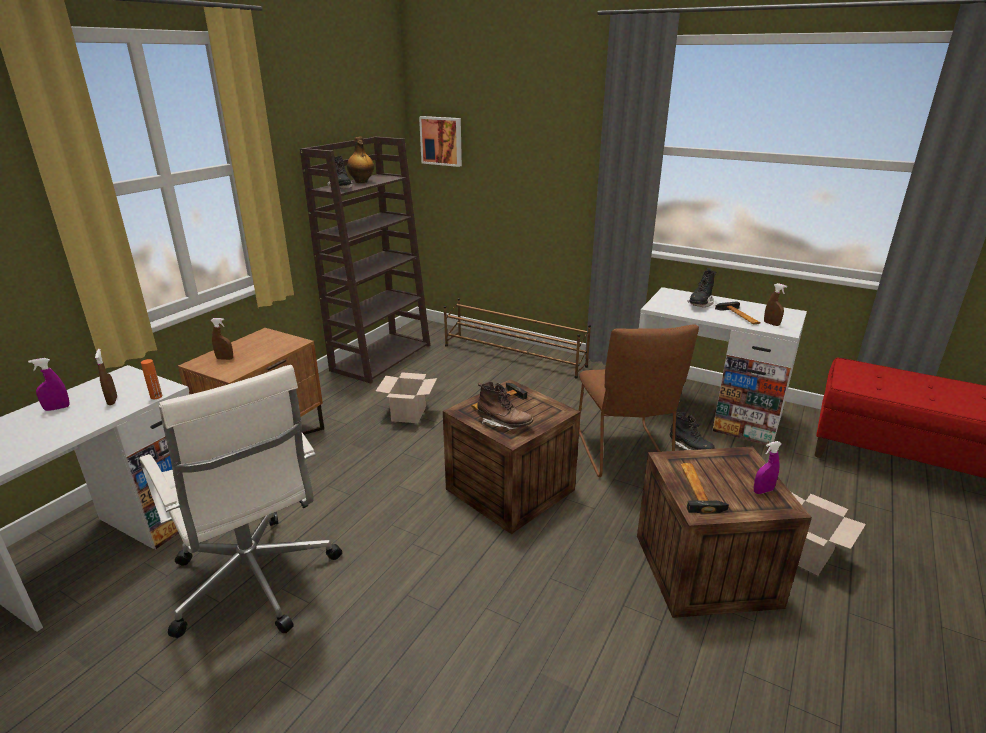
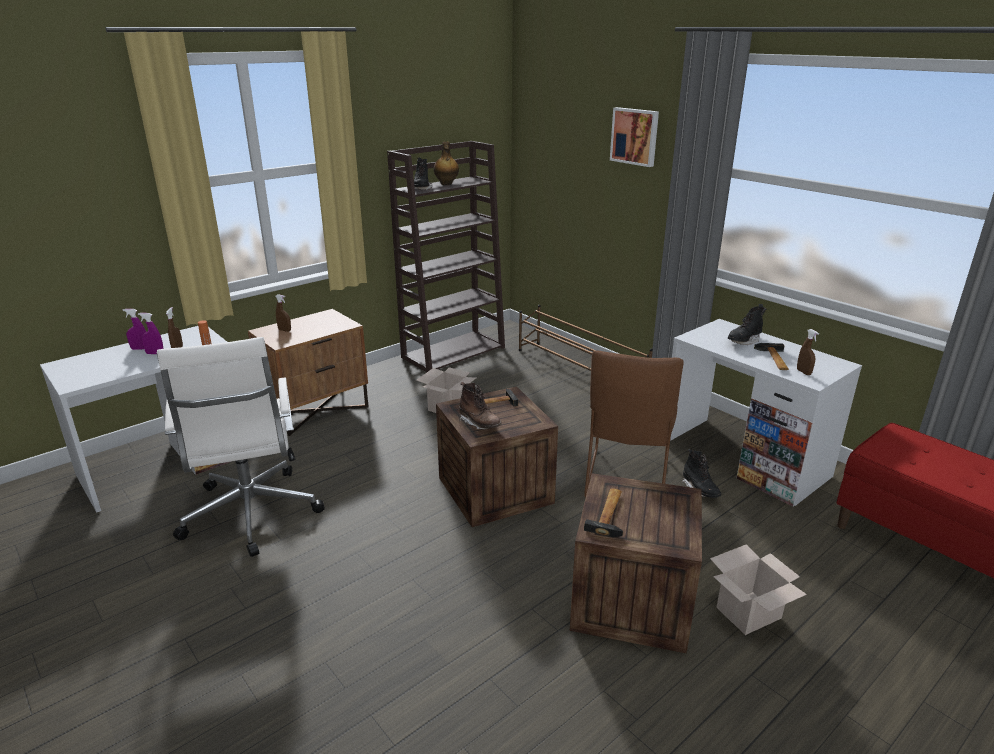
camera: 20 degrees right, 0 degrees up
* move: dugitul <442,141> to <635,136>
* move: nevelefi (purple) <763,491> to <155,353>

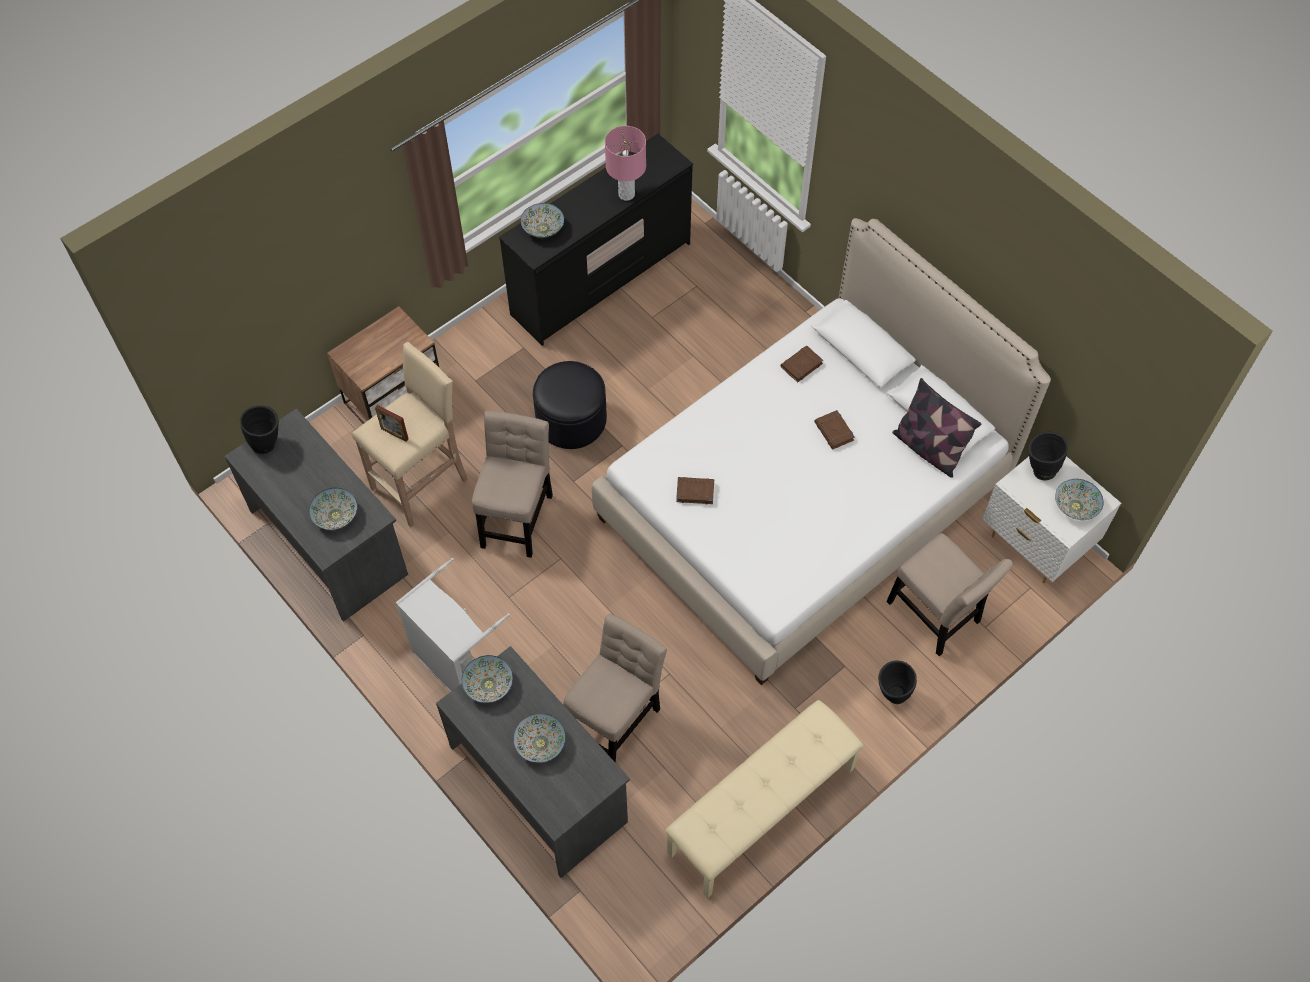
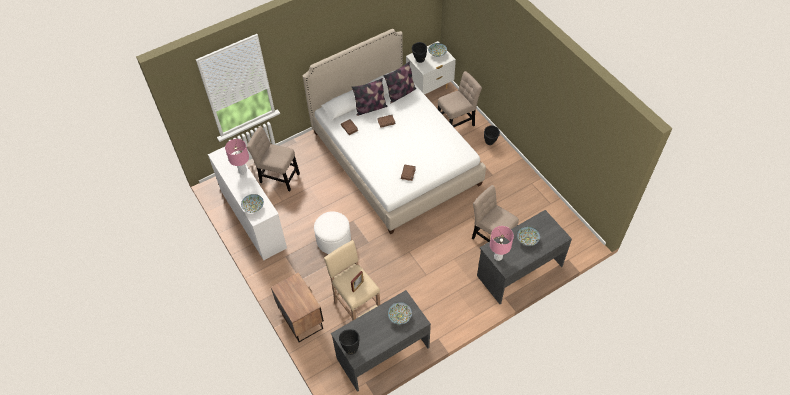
camera: 80 degrees left, 5 degrees down
* recolor: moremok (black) <602,279> to moremok (white) <253,218>
* recolor: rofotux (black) <571,420> to rofotux (white) <333,240>
* move: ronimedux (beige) <517,516> to <277,177>
* delete: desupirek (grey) <457,665>
* replace: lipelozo <488,685> to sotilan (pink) <498,257>
* delete: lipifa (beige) <762,811>
* insert: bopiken <370,108>

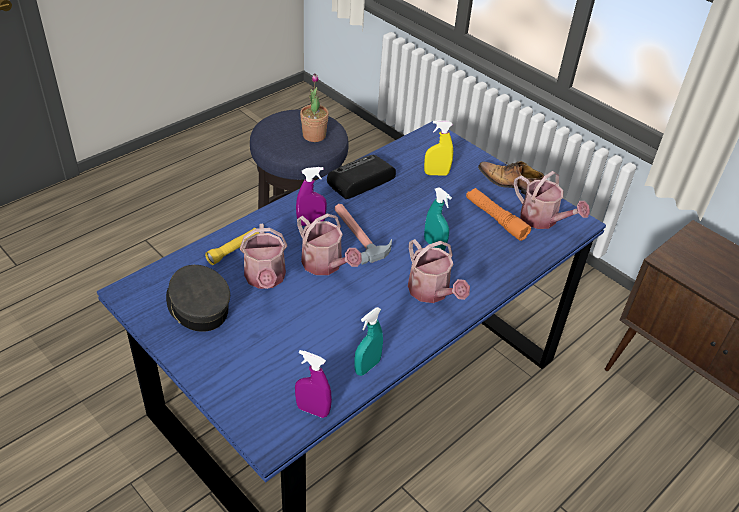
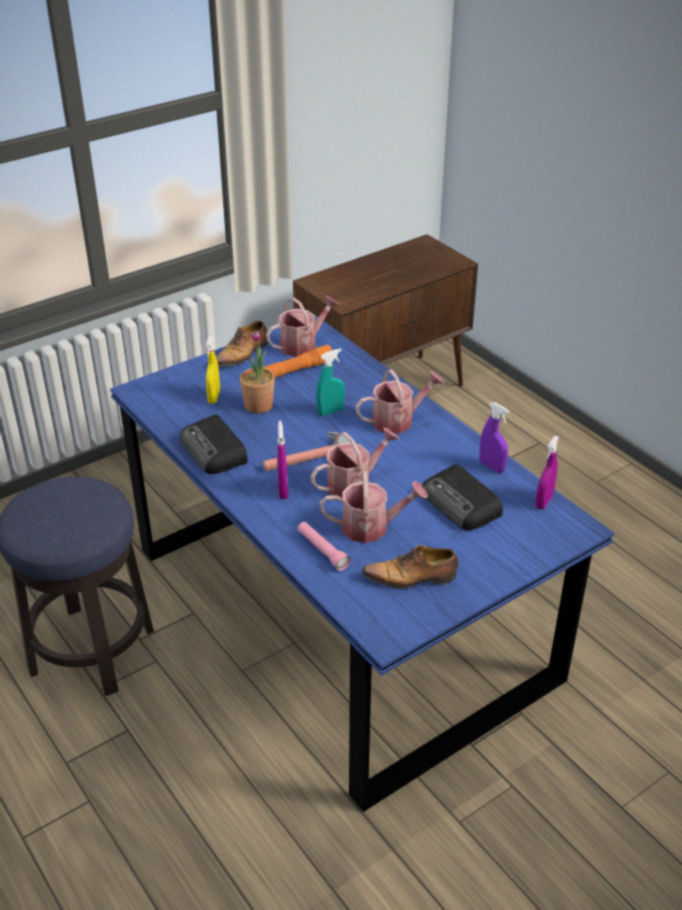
camera: 80 degrees left, 5 degrees down
* move: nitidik <314,135> to <258,405>
* recolor: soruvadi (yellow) <234,250> to soruvadi (pink) <322,550>
* replace: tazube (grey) <197,307> to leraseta <412,578>
* recolor: nevelefi (turquoise) <367,367> to nevelefi (purple) <492,466>
* insert: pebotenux <461,504>

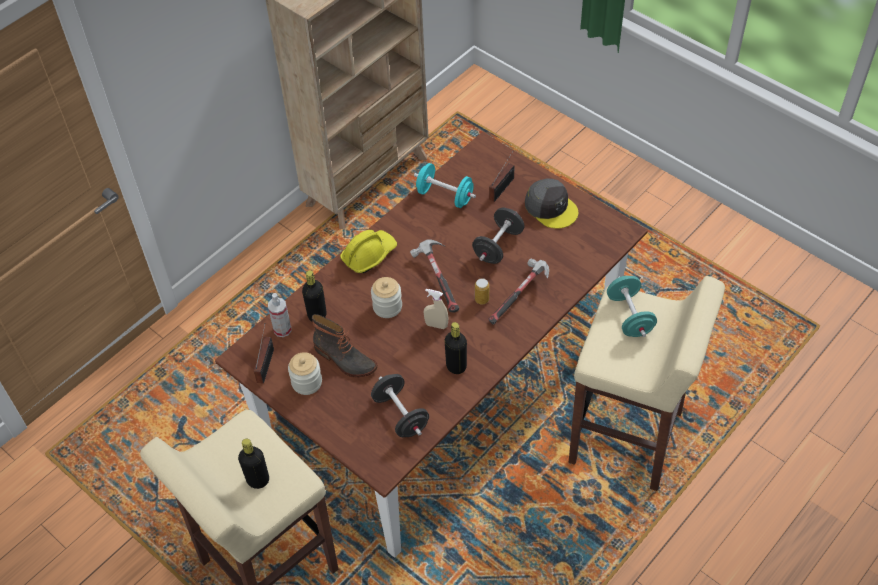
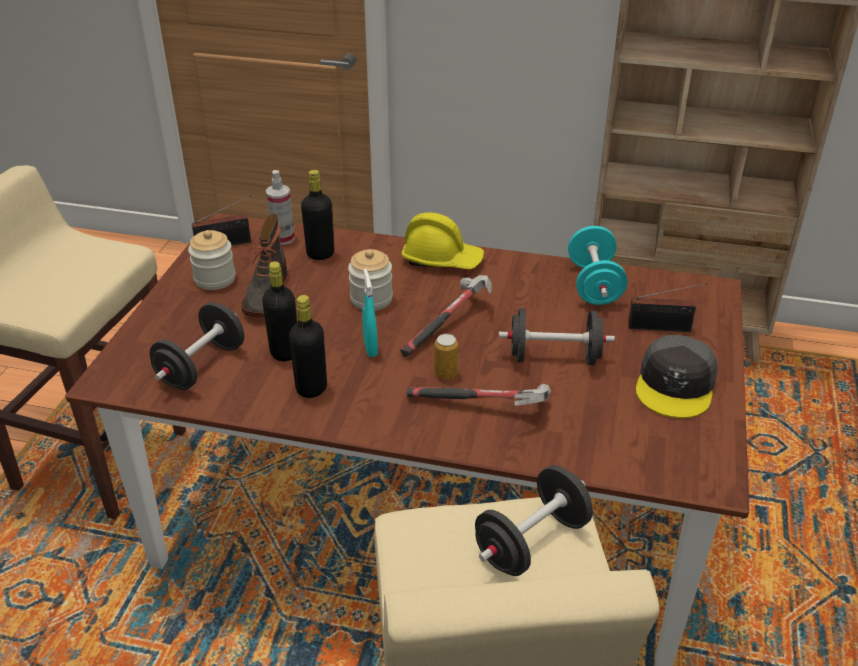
camera: 60 degrees right, 15 degrees down
* recolor: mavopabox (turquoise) <629,316> to mavopabox (black) <531,542>
* recolor: nevelefi (beige) <436,325> to nevelefi (turquoise) <370,348>
* move: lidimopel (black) <258,480> to <284,352>

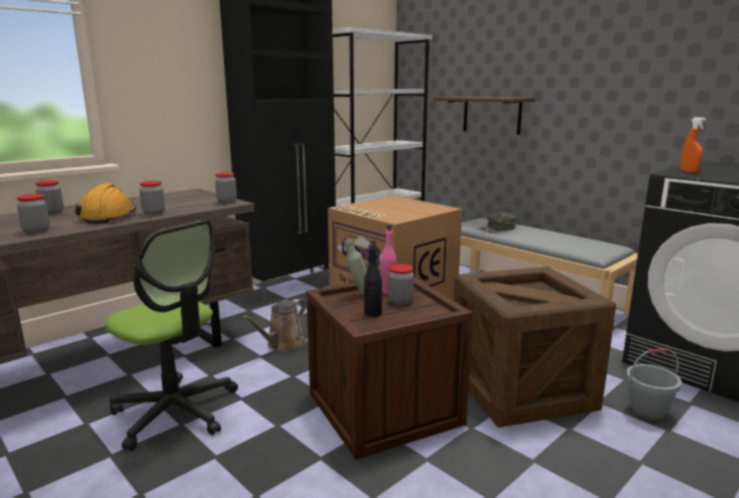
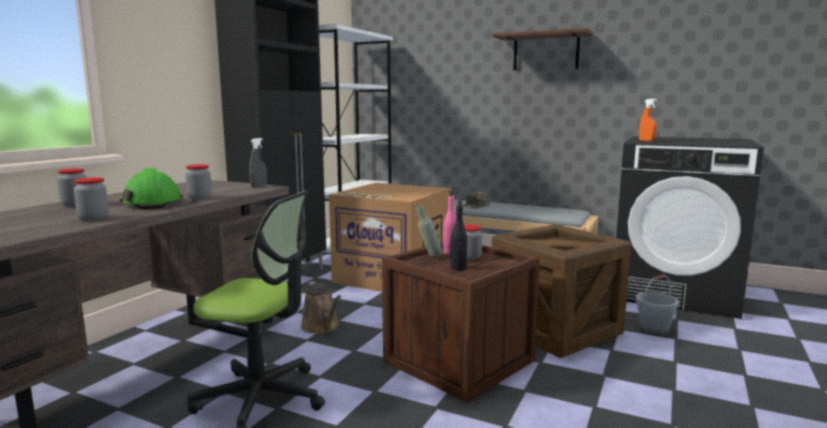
camera: 20 degrees left, 5 degrees down
* move: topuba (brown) <491,115> to <546,52>
* replace: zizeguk <227,202> to nevelefi (grey) <259,186>
* recolor: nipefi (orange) <108,216> to nipefi (green) <152,203>
* rotate: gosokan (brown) <283,344> = <321,327> 45 degrees counterclockwise

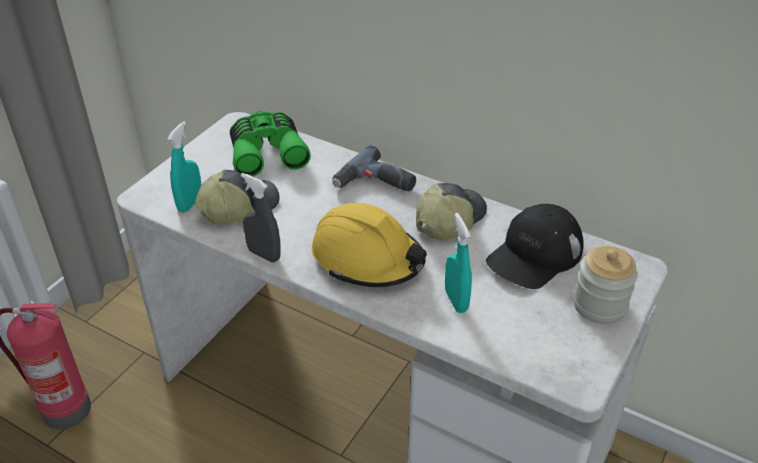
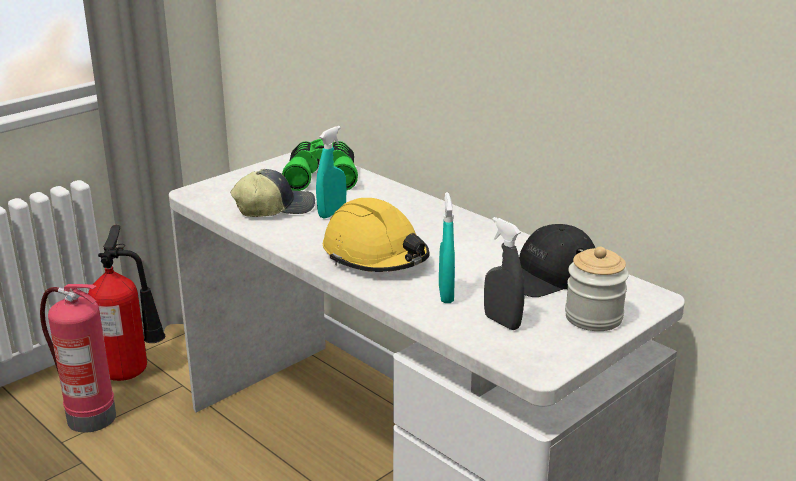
camera: 15 degrees right, 15 degrees down
* move: nevelefi (turquoise) <190,203> to <332,213>
* delete: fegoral <375,184>
* move: nevelefi (grey) <264,254> to <502,322>
* delete: tazube <449,219>
* insert: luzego <132,371>

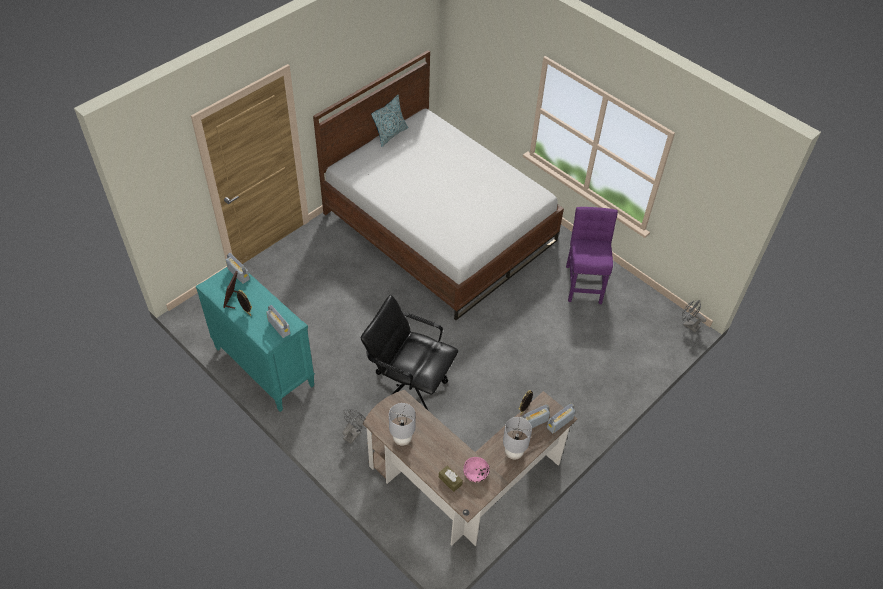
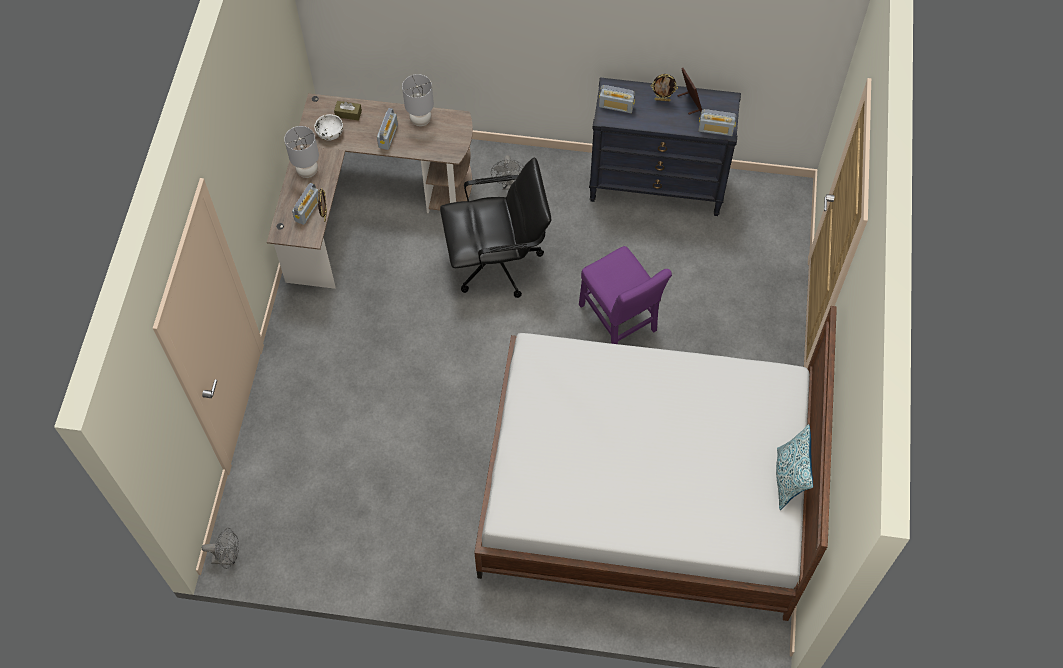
camera: 145 degrees right, 10 degrees up
* move: ronimedux (purple) <584,282> to <619,321>
* recolor: moremok (turquoise) <263,367> to moremok (black) <657,186>
* move: pebotenux <559,423> to <388,136>
* recolor: lipelozo (pink) <475,474> to lipelozo (white) <330,132>

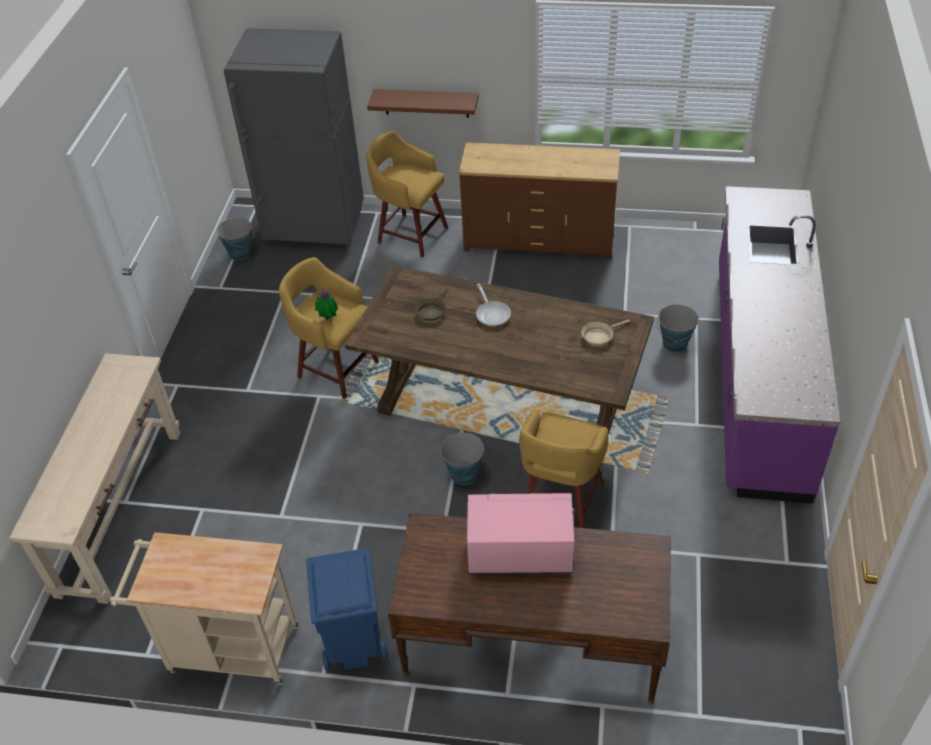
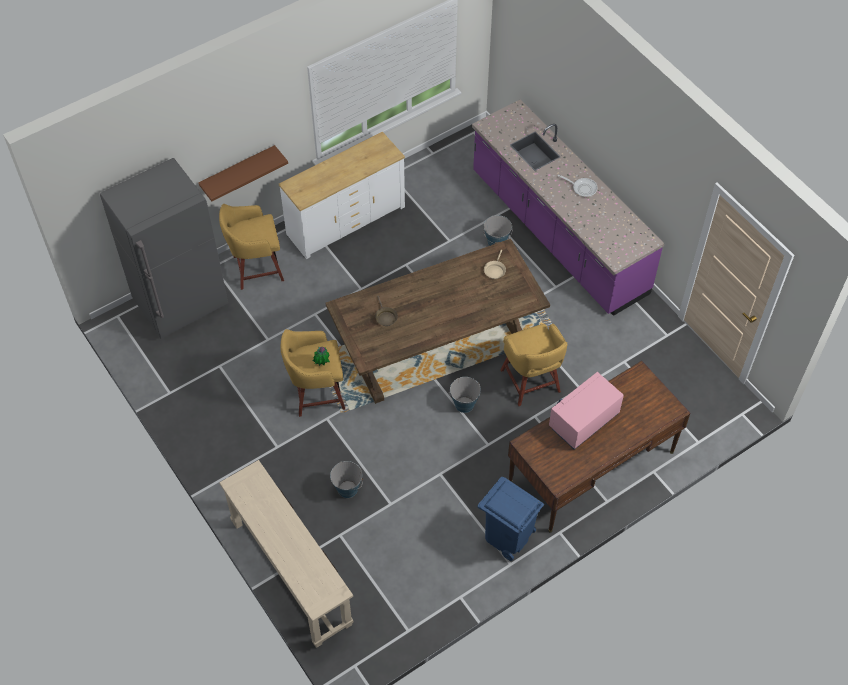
camera: 45 degrees left, 10 degrees up
* recolor: moremok (brown) <539,240> to moremok (white) <345,220>
* move: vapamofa <240,253> to <347,489>
* move: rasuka <492,314> to <582,188>
* delete: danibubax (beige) <226,648>

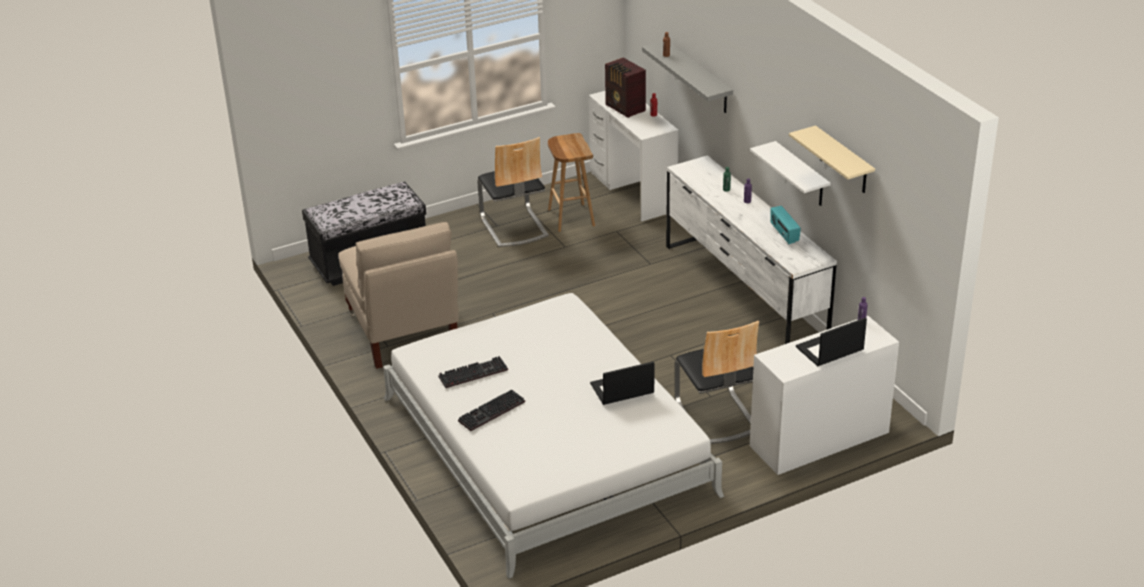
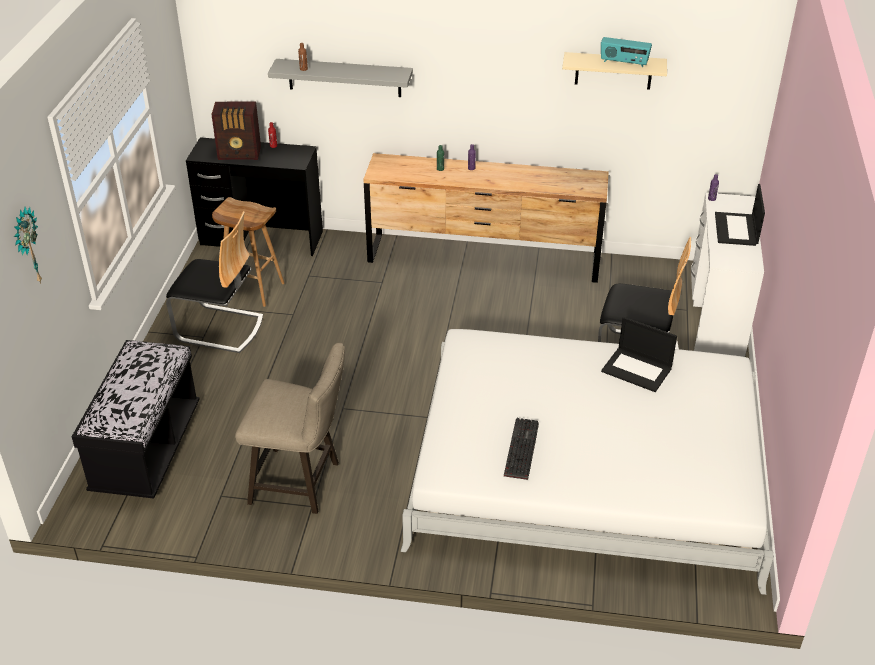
camera: 55 degrees left, 5 degrees up
* recolor: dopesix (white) <633,192> to dopesix (black) <262,238>
* delete: topuba (white) <801,175>
* recolor: moremok (white) <743,293> to moremok (brown) <483,258>
* move: pebotenux <784,234> to <624,63>
* replace: ronimedux (beige) <403,332> to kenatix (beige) <301,483>
* rotate: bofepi <621,389> = <637,369> 75 degrees counterclockwise
* delete: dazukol <491,413>
* insert: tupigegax <27,247>

